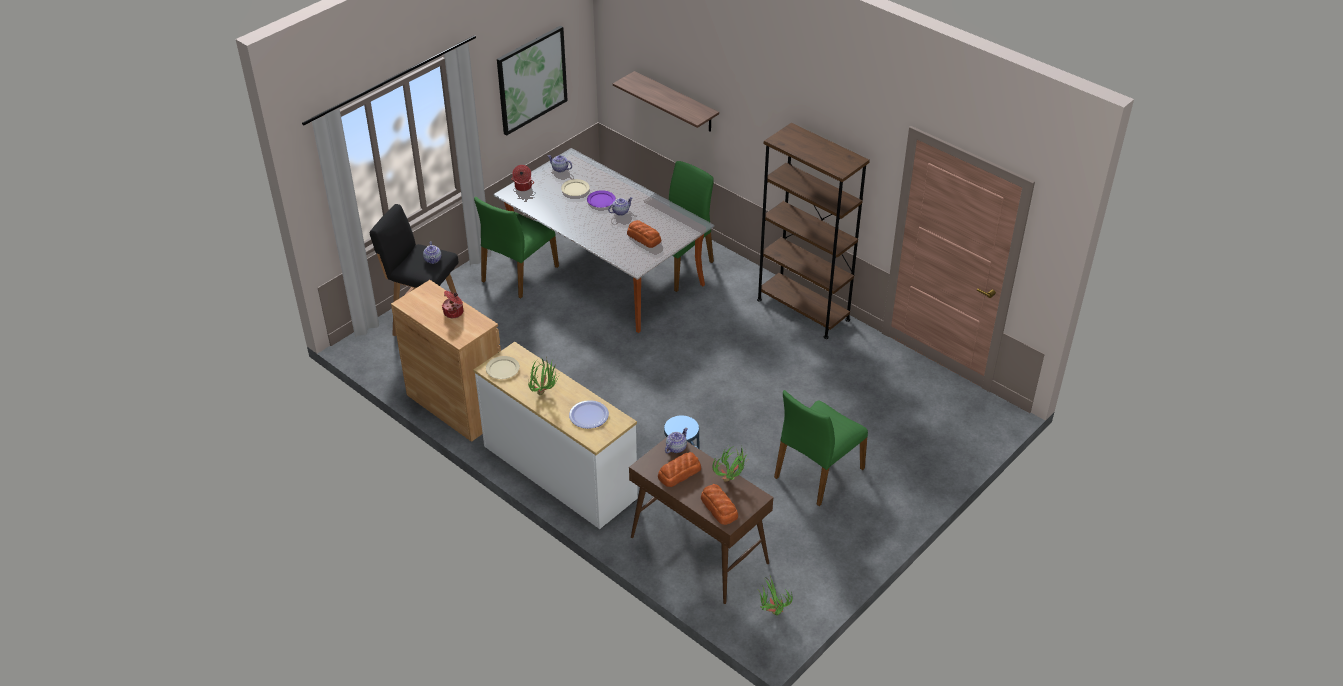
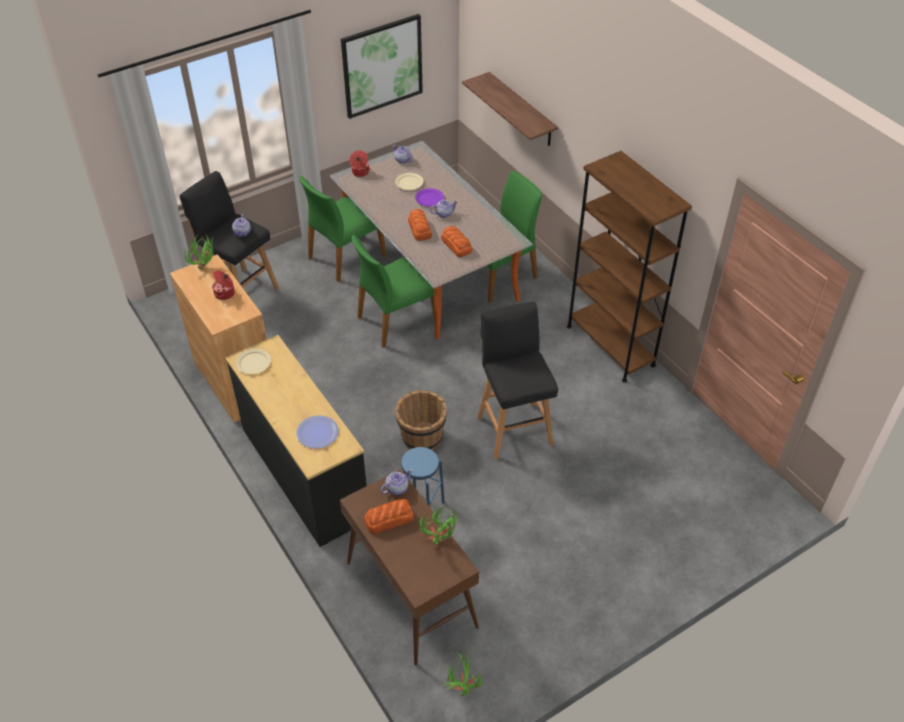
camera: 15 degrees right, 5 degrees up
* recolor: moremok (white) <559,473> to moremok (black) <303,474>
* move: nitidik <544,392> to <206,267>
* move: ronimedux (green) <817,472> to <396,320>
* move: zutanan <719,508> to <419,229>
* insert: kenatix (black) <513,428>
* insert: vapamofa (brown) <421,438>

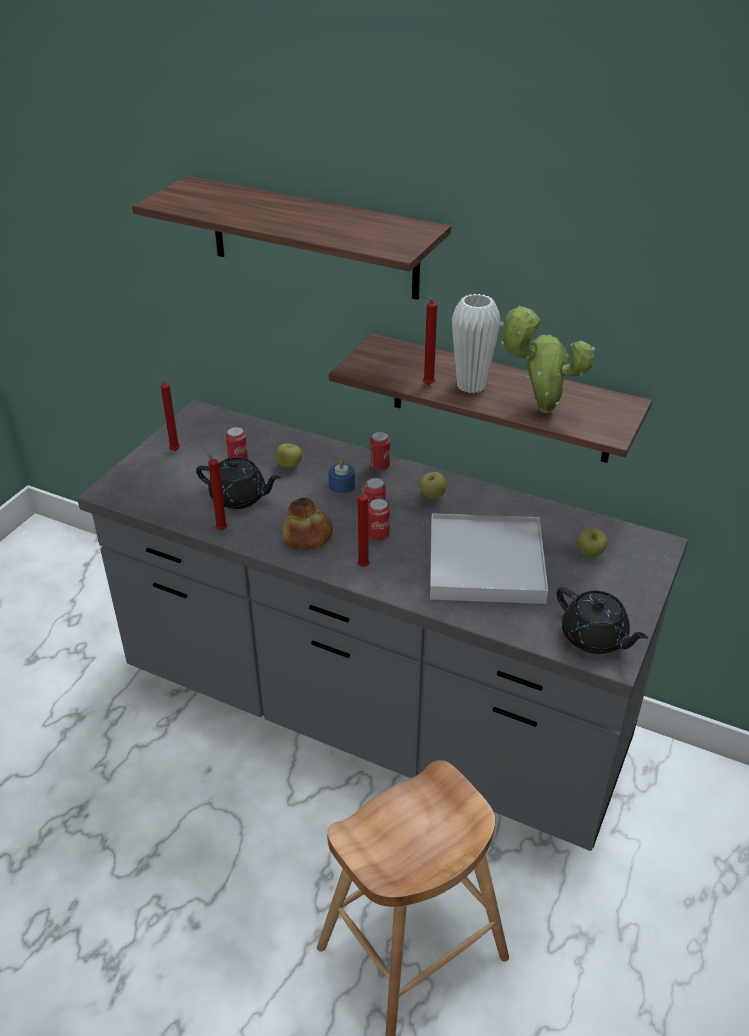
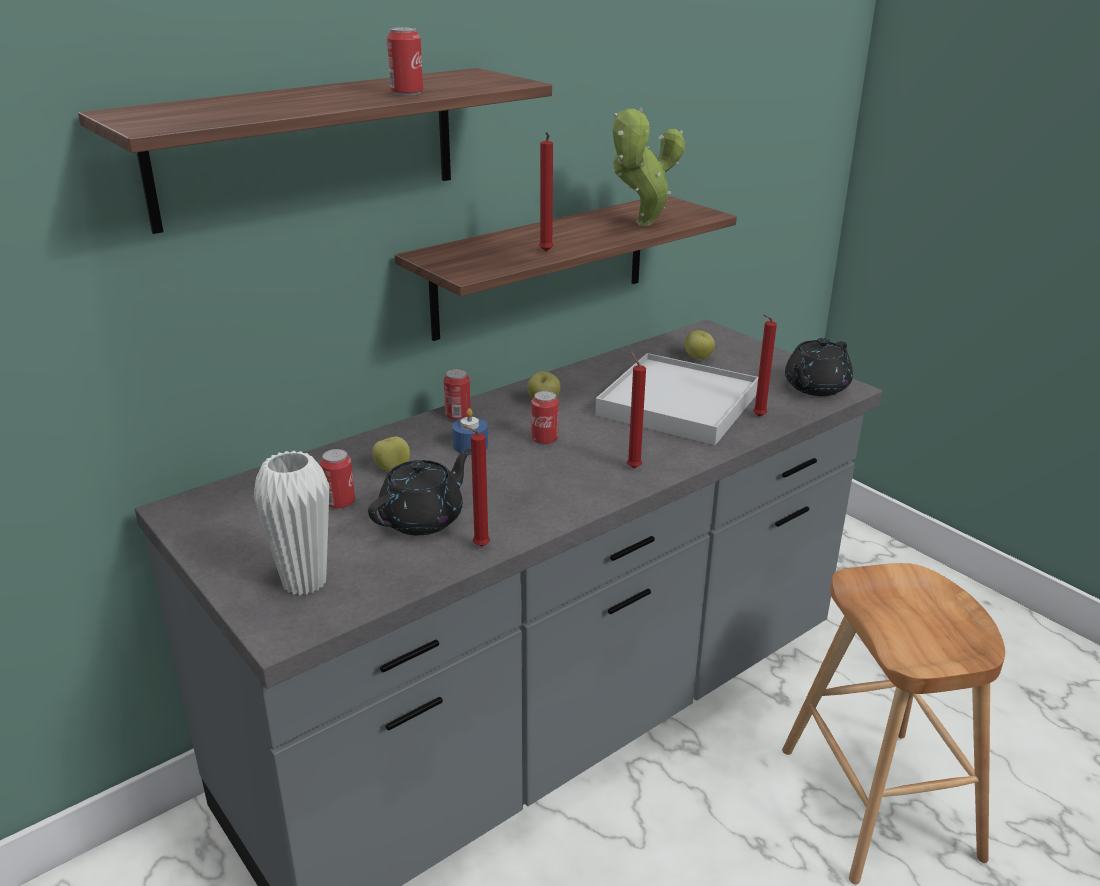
camera: 65 degrees left, 10 degrees down
* move: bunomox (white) <471,386> to <304,582>
* move: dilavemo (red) <173,450> to <757,417>
* delete: zutanan <308,535>
* move: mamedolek <378,535> to <407,93>
* rotate: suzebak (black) <594,638> = <815,387> 150 degrees clockwise

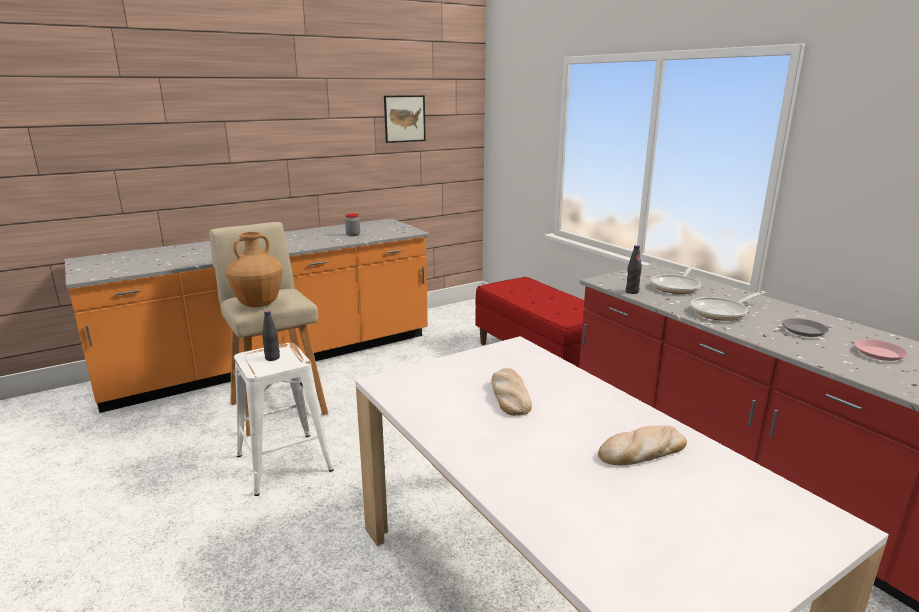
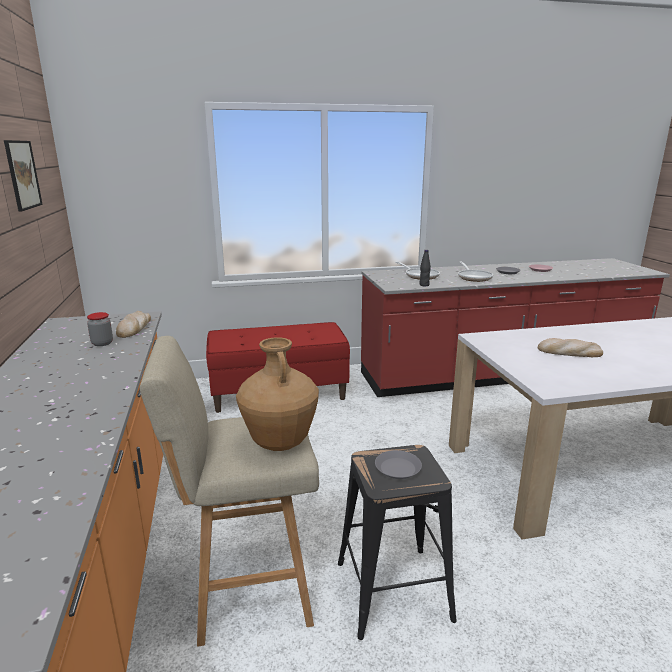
camera: 70 degrees left, 0 degrees up
* replace: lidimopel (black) <272,358> to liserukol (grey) <398,468>
* recolor: kenatix (white) <283,463> to kenatix (black) <393,591>
* move: zutanan <642,451> to <134,327>

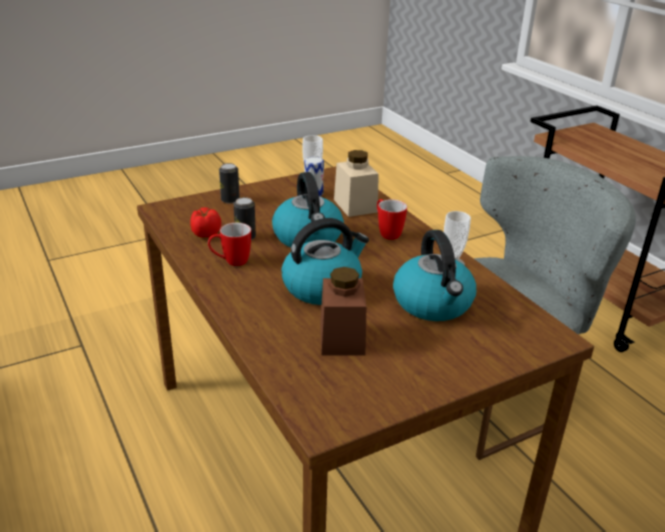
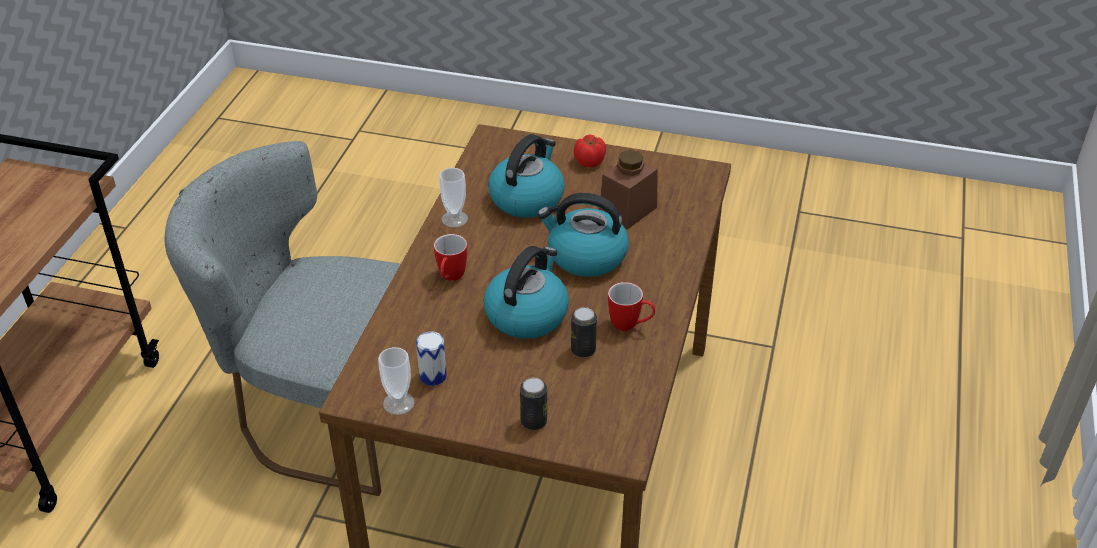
camera: 135 degrees left, 10 degrees up
* delete: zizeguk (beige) <355,206>
* move: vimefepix <205,234> to <590,161>

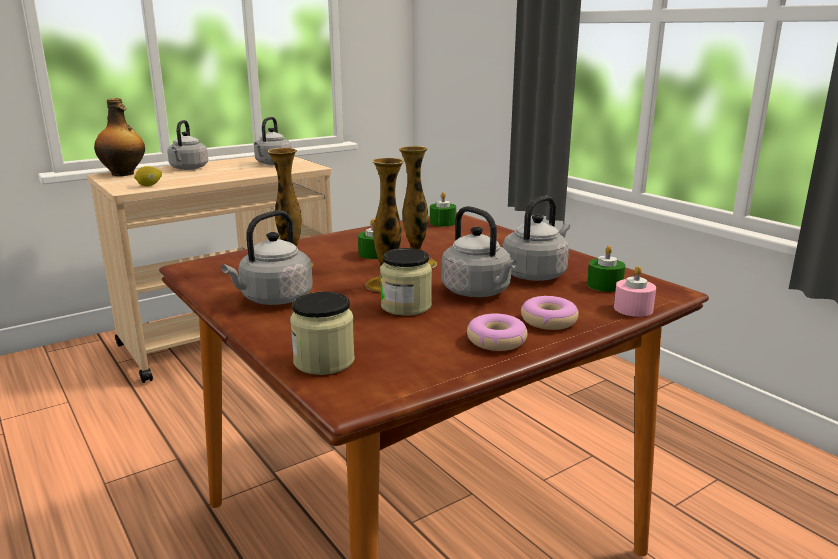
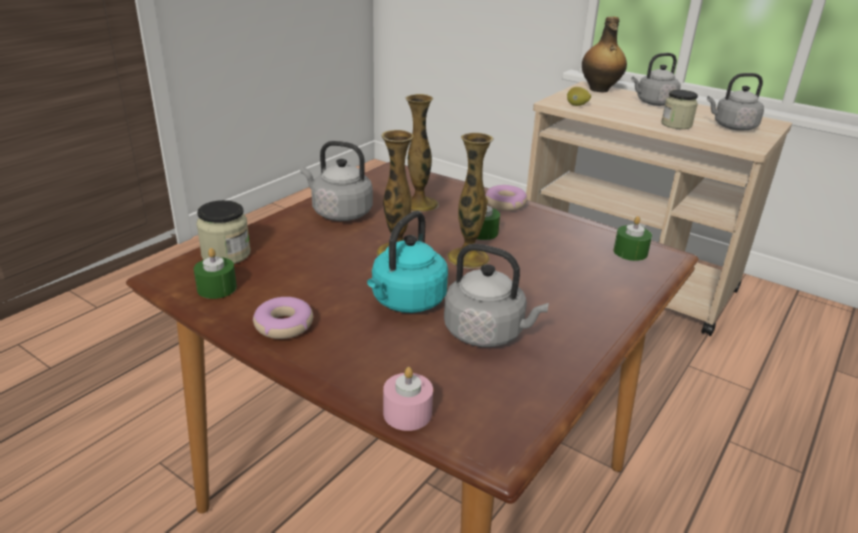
camera: 70 degrees right, 10 degrees up
* recolor: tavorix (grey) <478,292> to tavorix (turquoise) <406,302>
* move: dilavemo (green) <604,285> to <217,288>
* move: zizeguk <406,306> to <676,124>
* move: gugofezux <549,321> to <505,204>

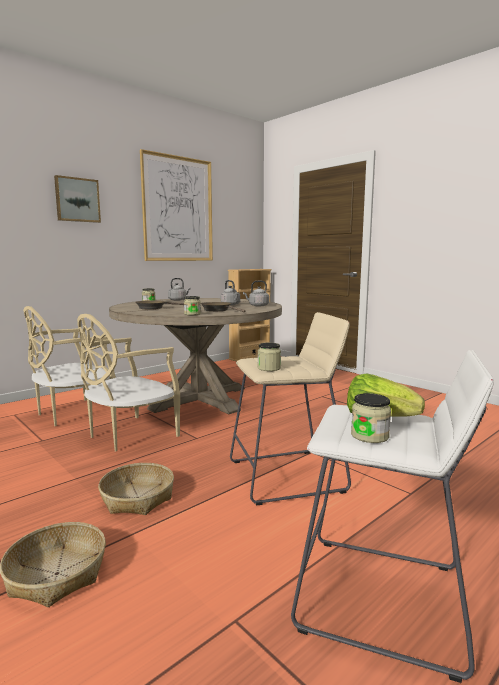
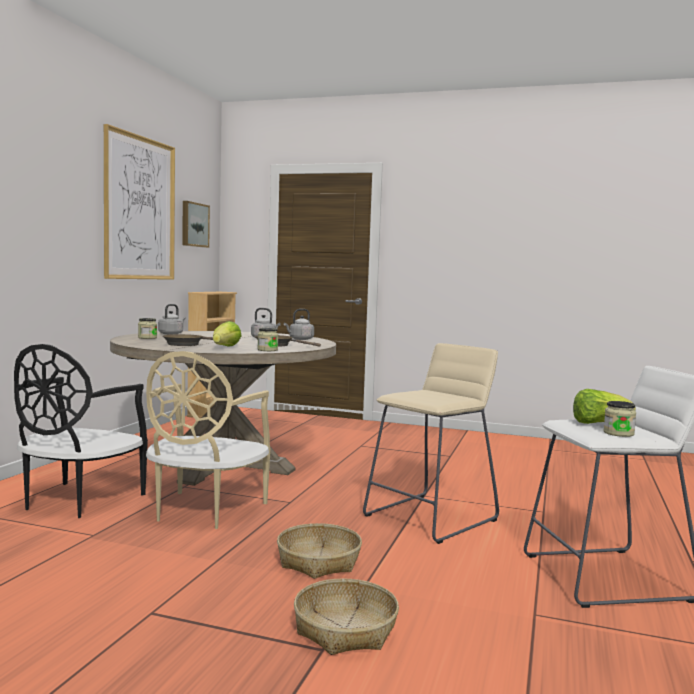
camera: 30 degrees left, 5 degrees down
* move: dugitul <77,200> to <194,224>
* recolor: ronimedux (beige) <73,413> to ronimedux (black) <78,501>
* delete: zizeguk <269,368>
* insert: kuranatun <225,347>

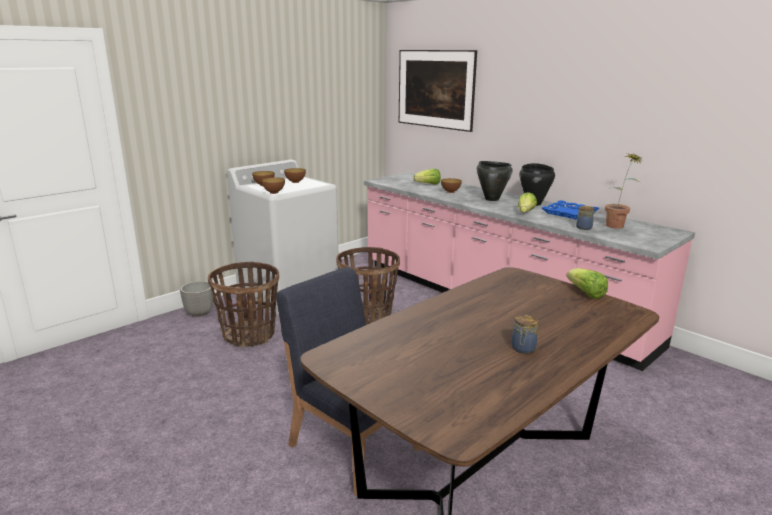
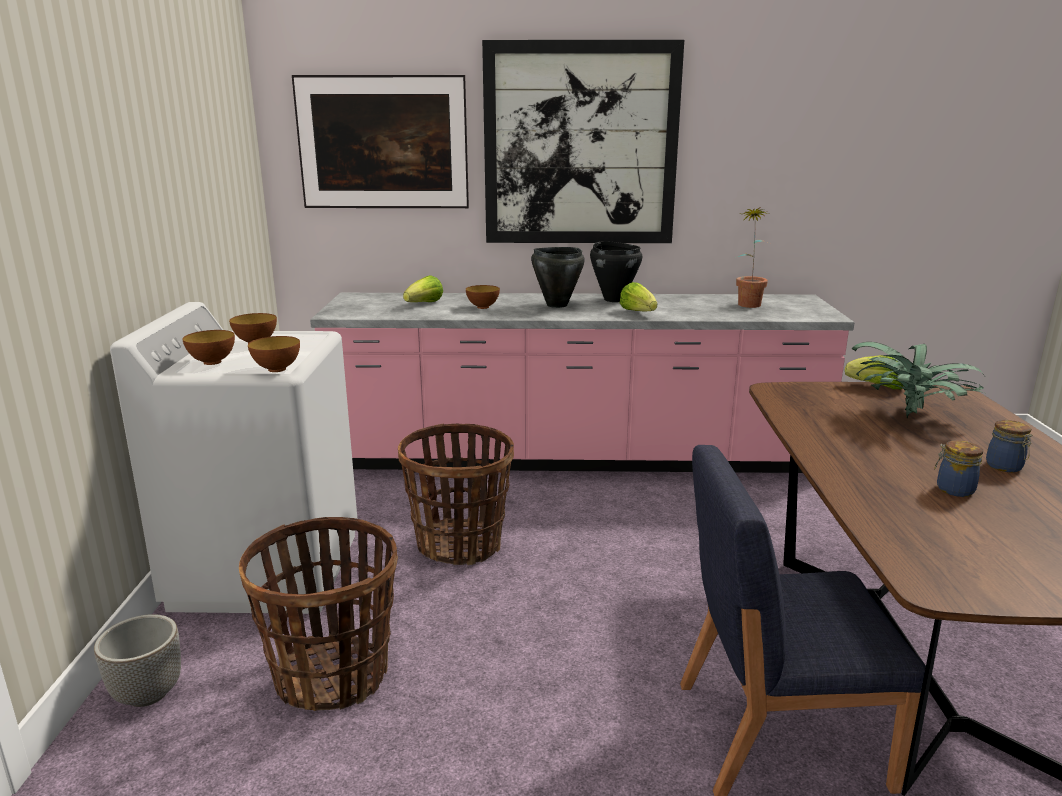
camera: 45 degrees left, 0 degrees up
* delete: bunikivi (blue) <569,213>
* move: zizeguk <583,227> to <953,489>
* insert: dugitul <580,145>
* insert: nitidik <911,416>

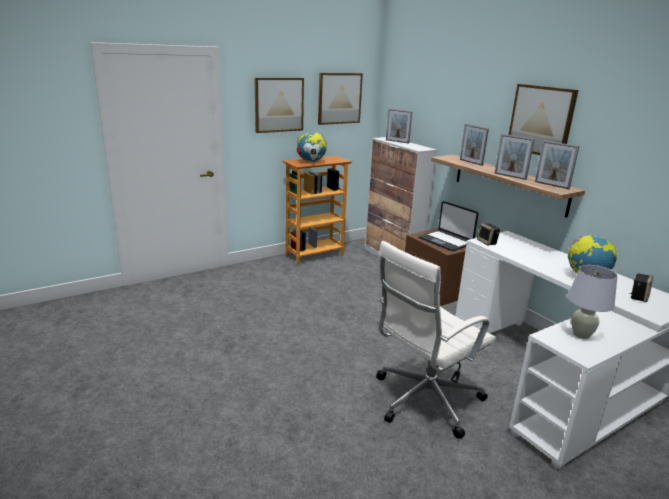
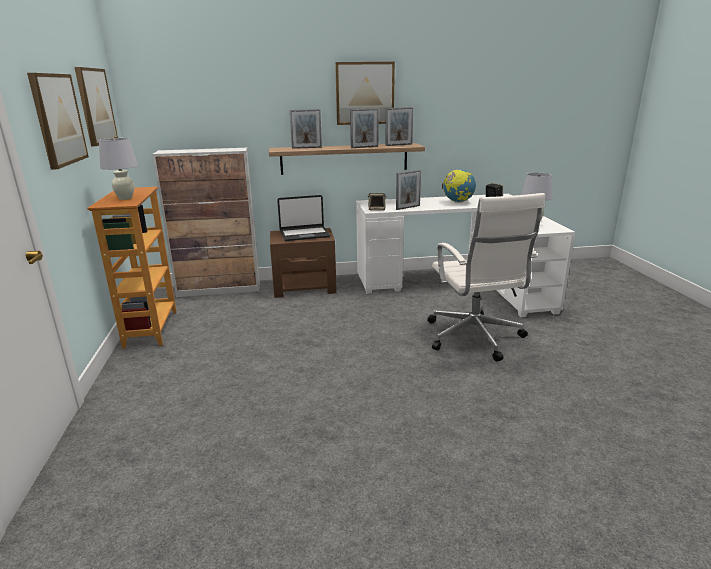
camera: 65 degrees left, 0 degrees up
* move: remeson <397,141> to <408,207>
* replace: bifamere <311,162> to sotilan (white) <125,198>

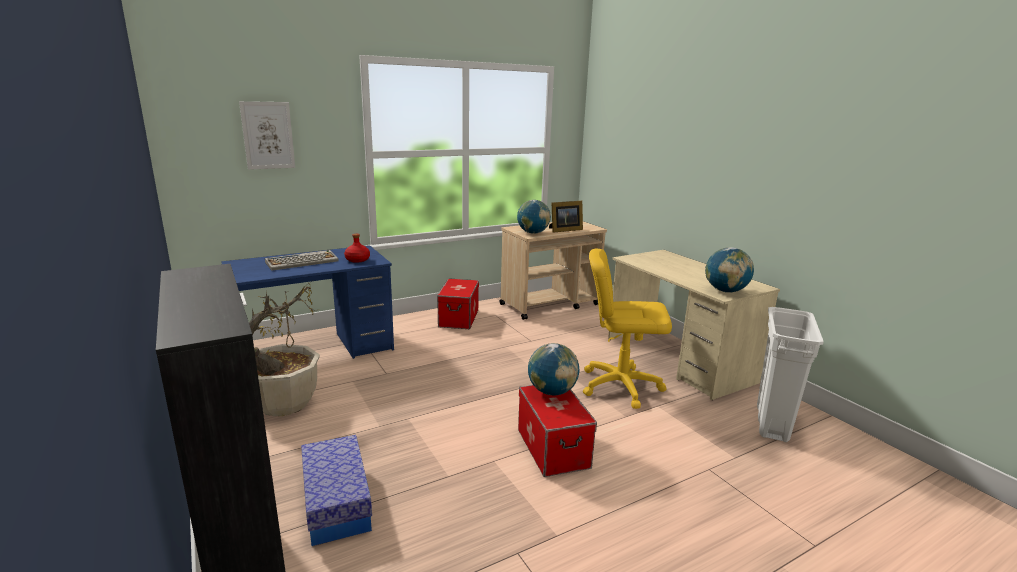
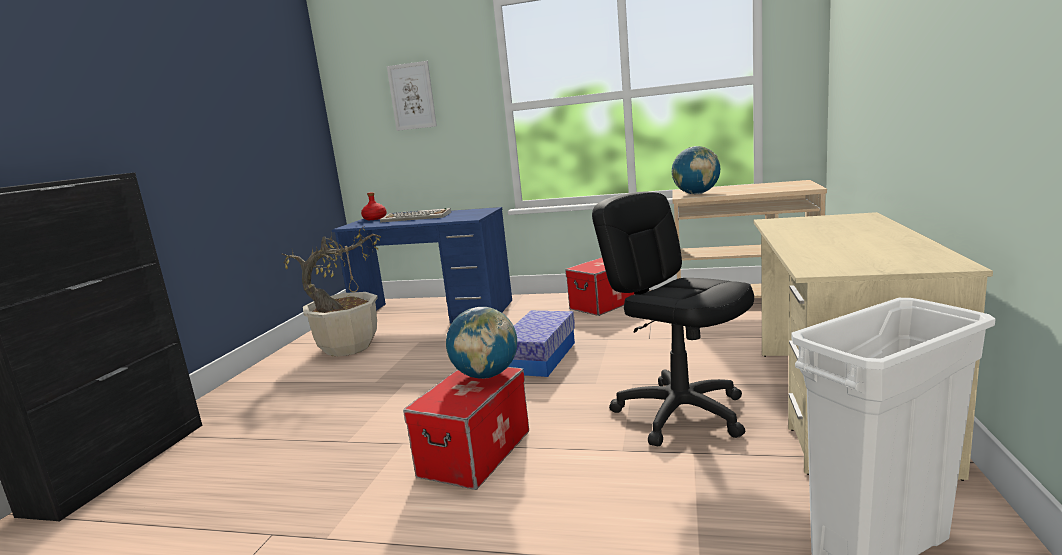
camera: 45 degrees right, 5 degrees down
* delete: remeson <564,230>
* move: lidimopel (red) <357,260> to <374,219>
* delete: bifamere <725,291>
* recolor: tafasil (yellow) <620,386> to tafasil (black) <680,413>
* move: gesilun <336,502> to <540,357>

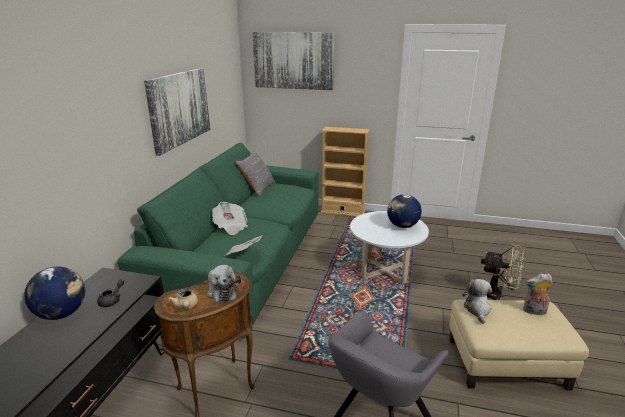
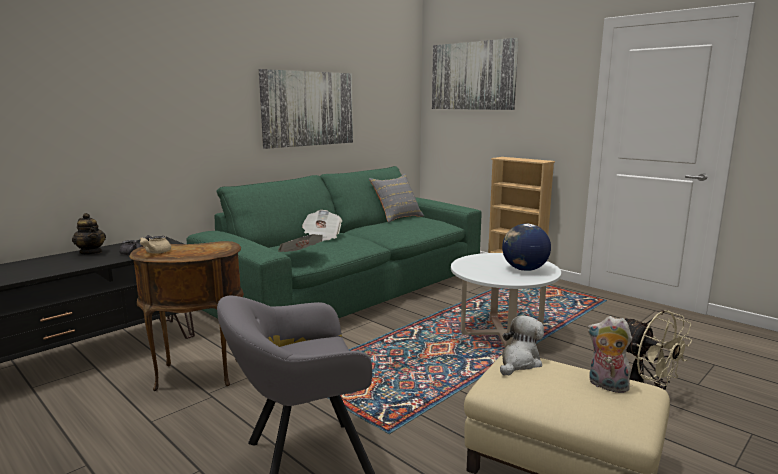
camera: 30 degrees right, 10 degrees down
* delete: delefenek <222,291>
* replace: bifamere <62,313> to suzebak <91,252>

